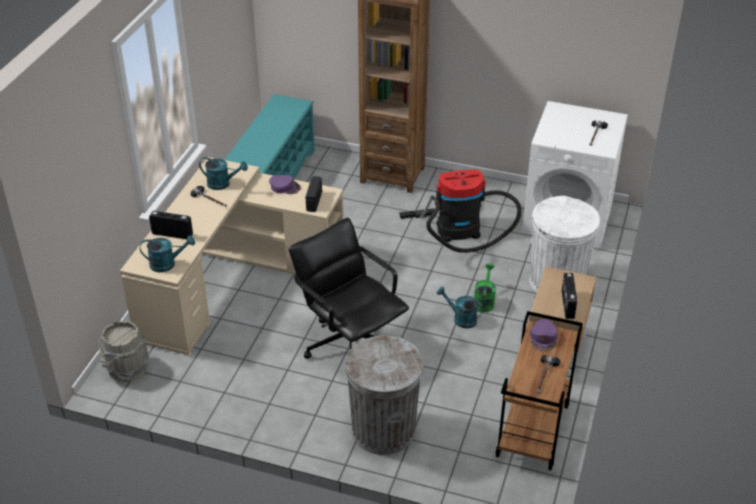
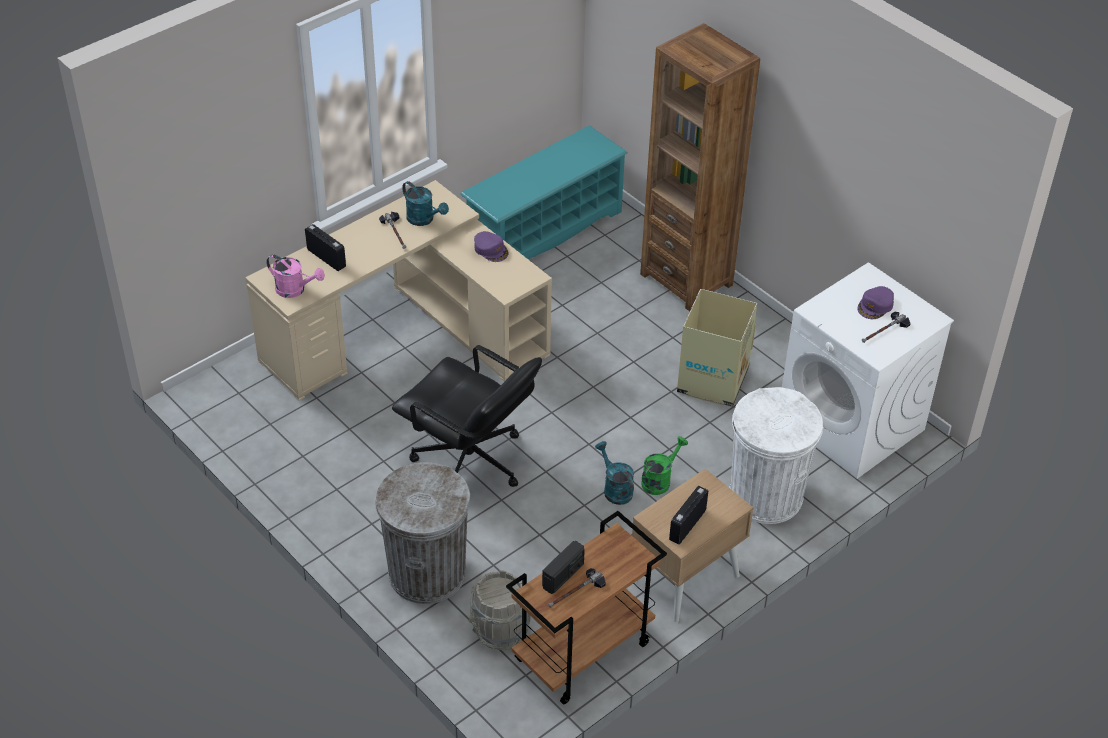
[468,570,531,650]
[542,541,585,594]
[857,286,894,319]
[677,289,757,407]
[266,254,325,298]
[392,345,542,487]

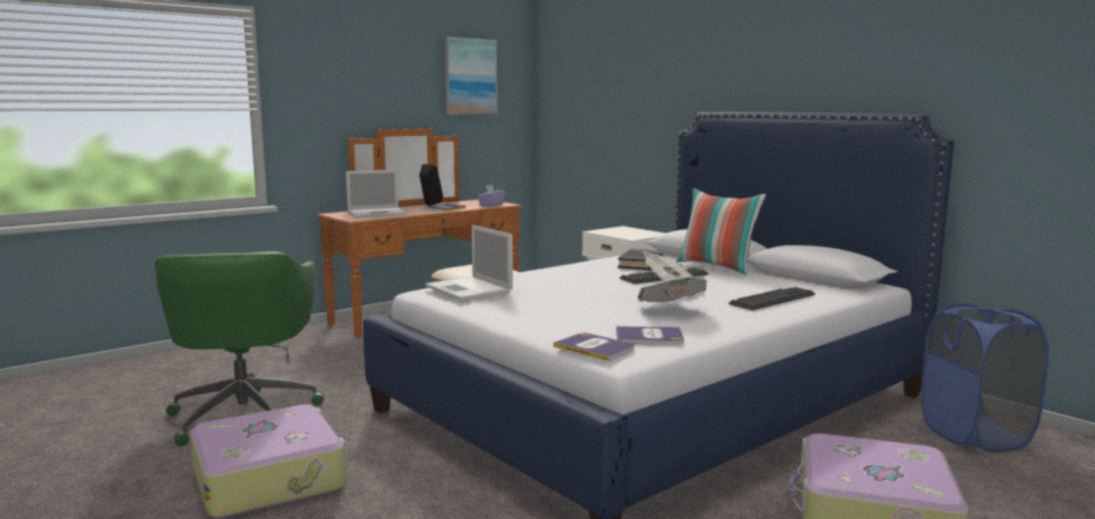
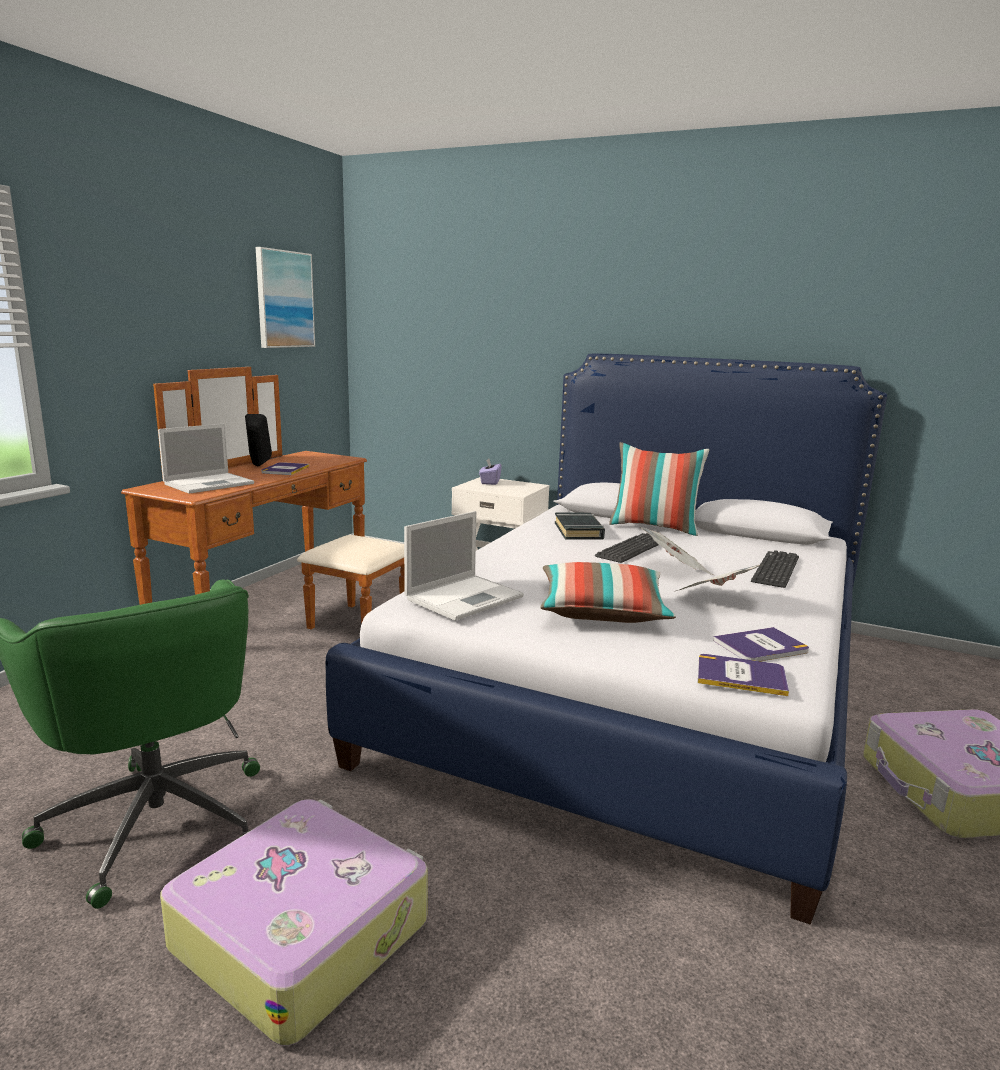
[921,303,1049,452] (first image)
[540,562,676,623]
[479,458,502,485]
[404,511,524,621]

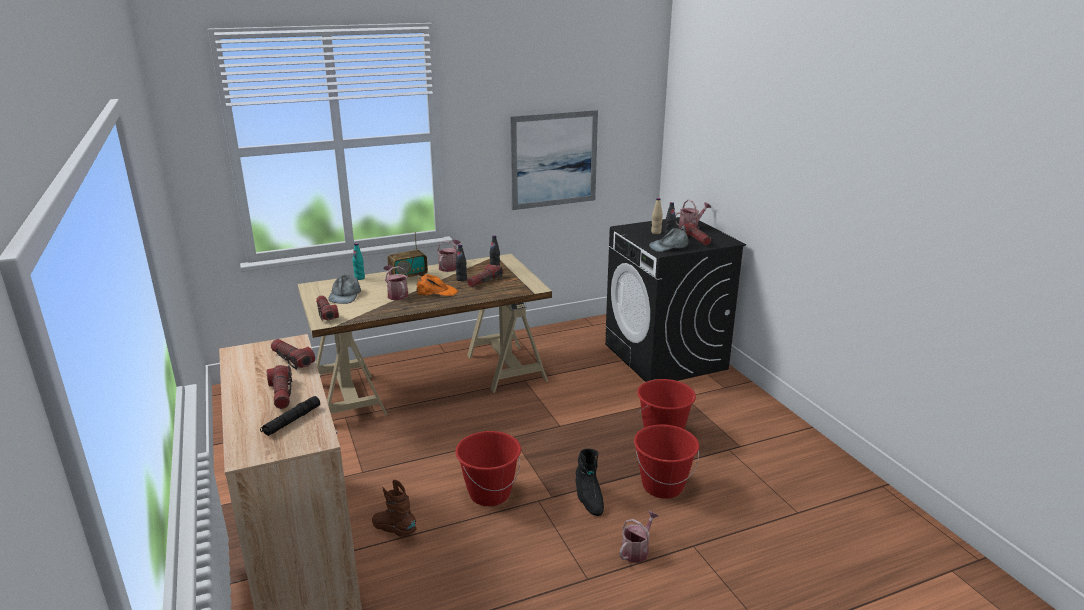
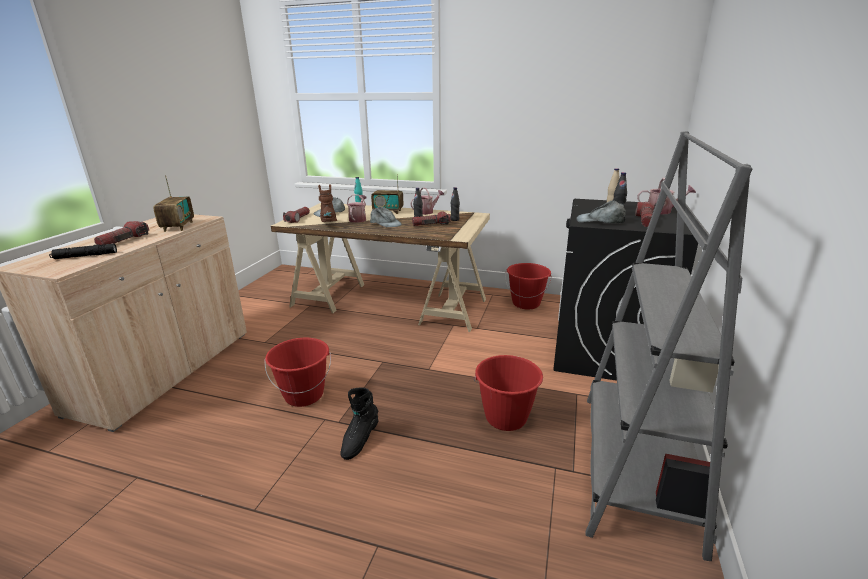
[510,110,598,210] (first image)
[620,511,659,563] (first image)
[585,131,752,561]
[318,184,337,222]
[505,263,552,309]
[154,175,194,232]
[370,207,402,227]

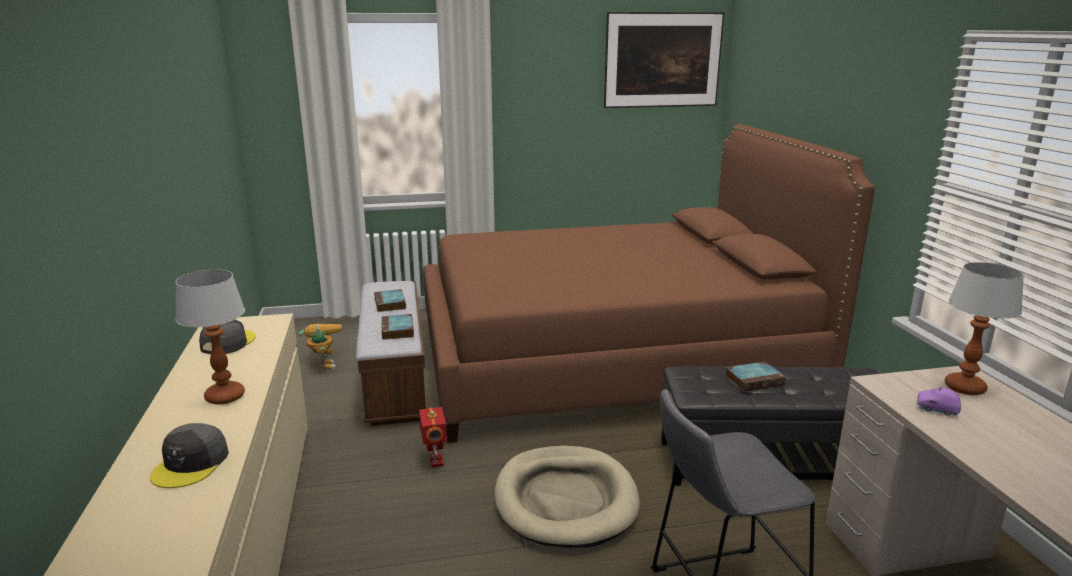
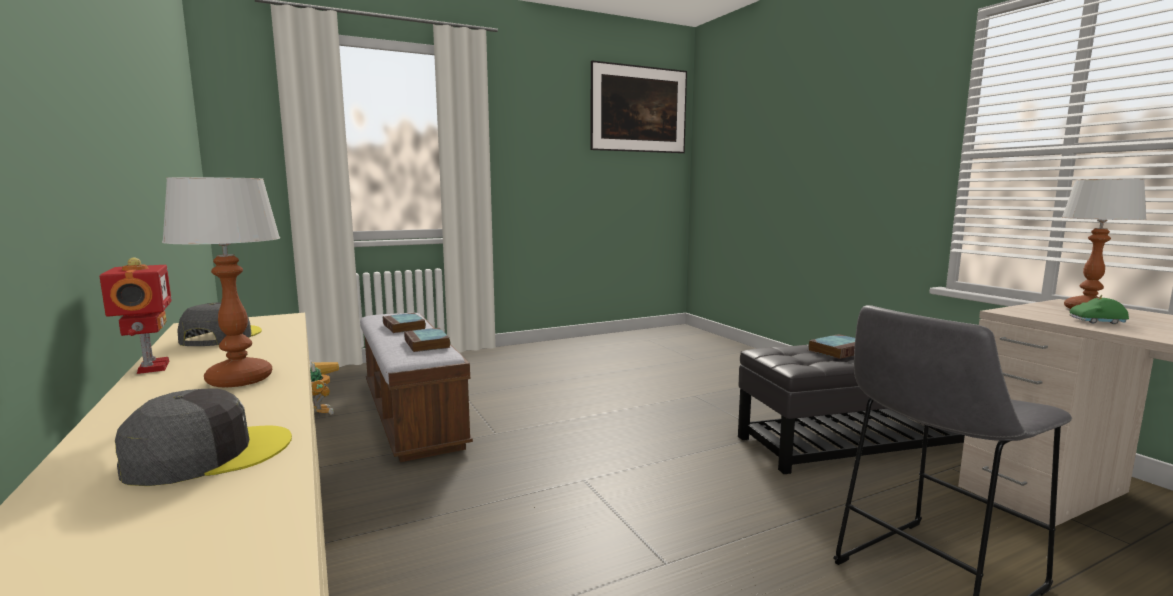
[423,124,875,443] (first image)
[494,446,640,548] (first image)
[99,257,172,374]
[1070,295,1129,324]
[115,388,292,486]

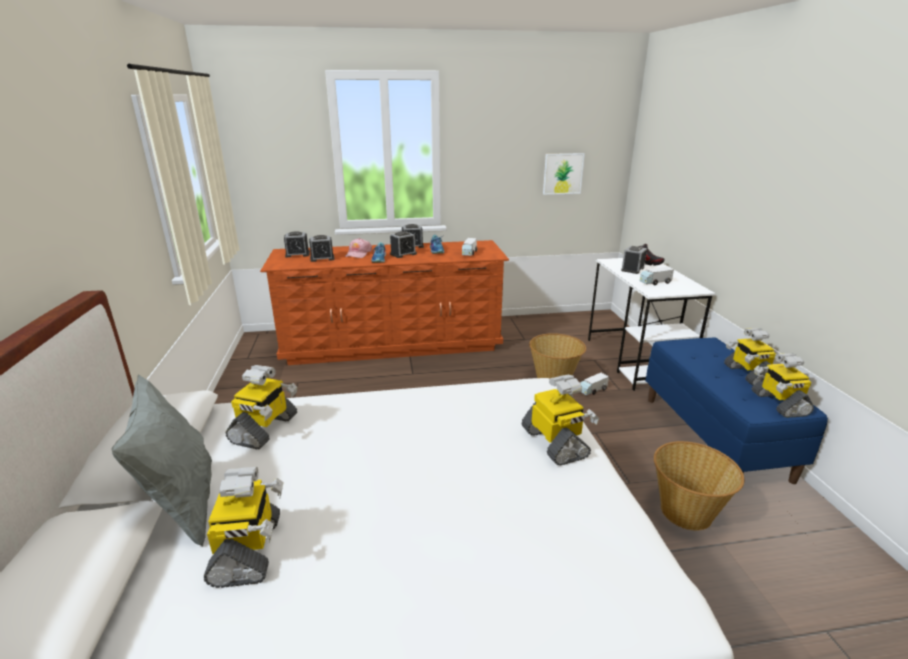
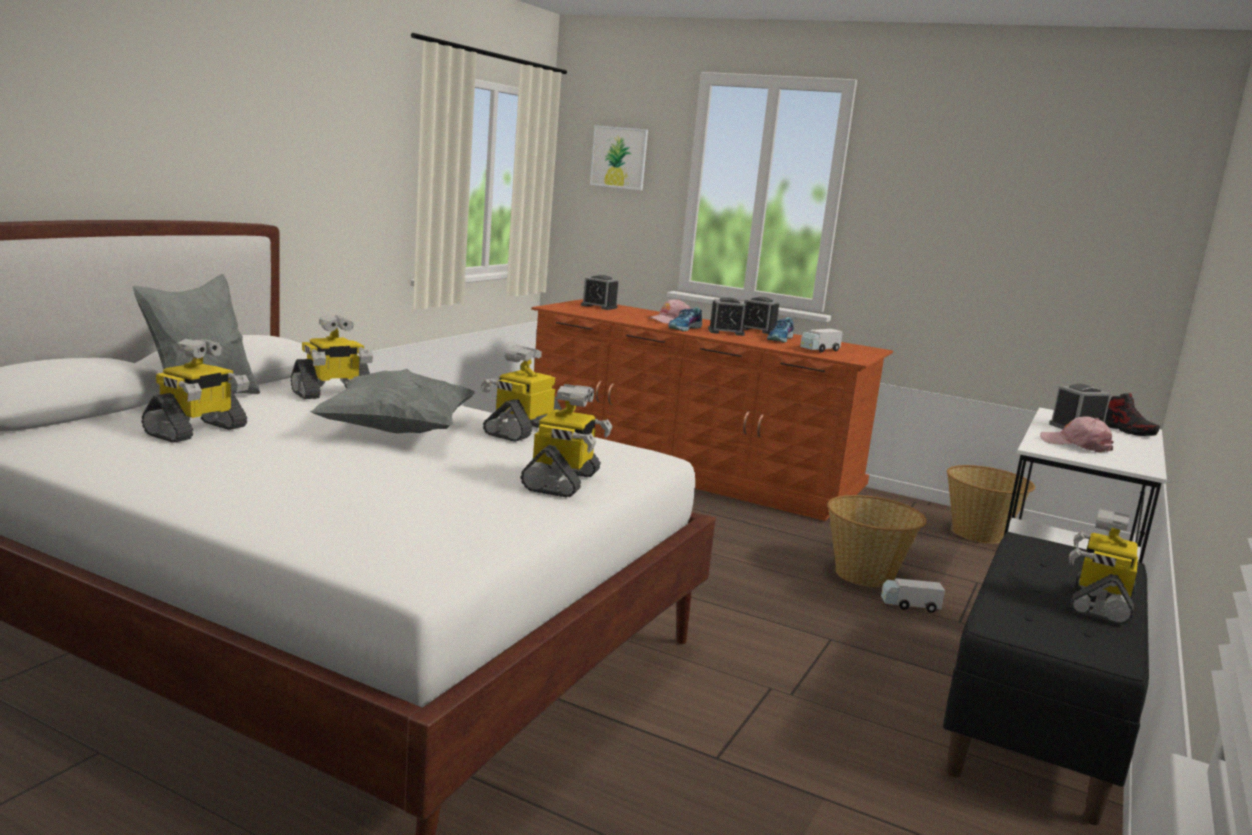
[309,235,335,262] (first image)
[310,369,475,433]
[590,125,648,190]
[947,465,1035,544]
[481,345,562,441]
[1040,417,1114,453]
[943,532,1149,825]

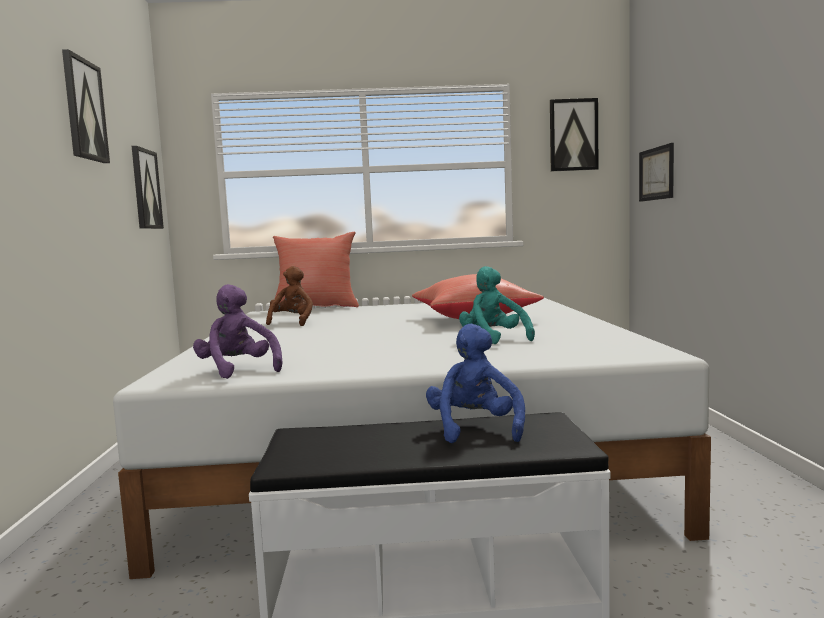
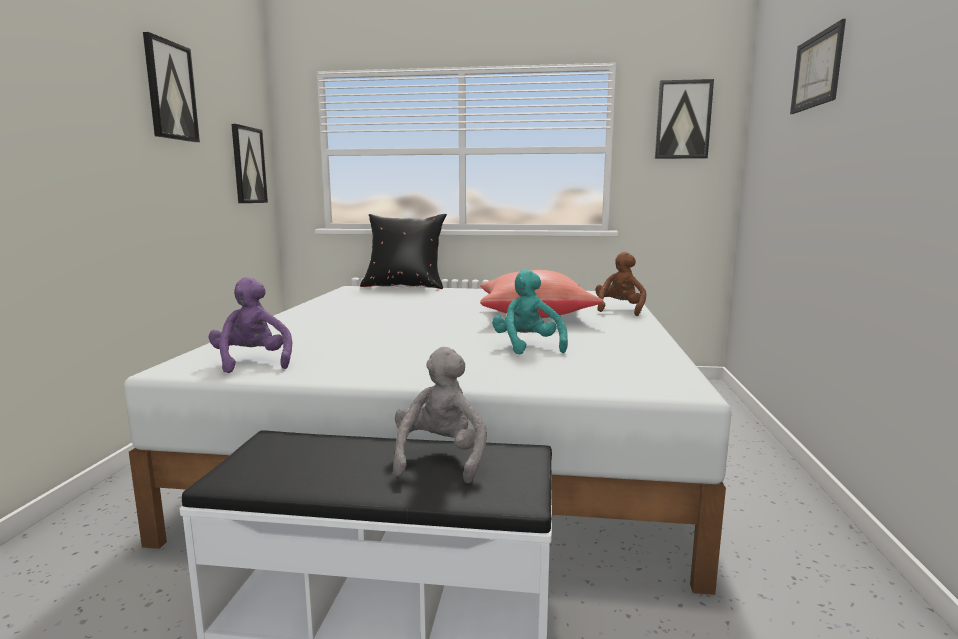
[595,252,646,316]
[790,19,846,114]
[360,214,447,289]
[393,347,487,484]

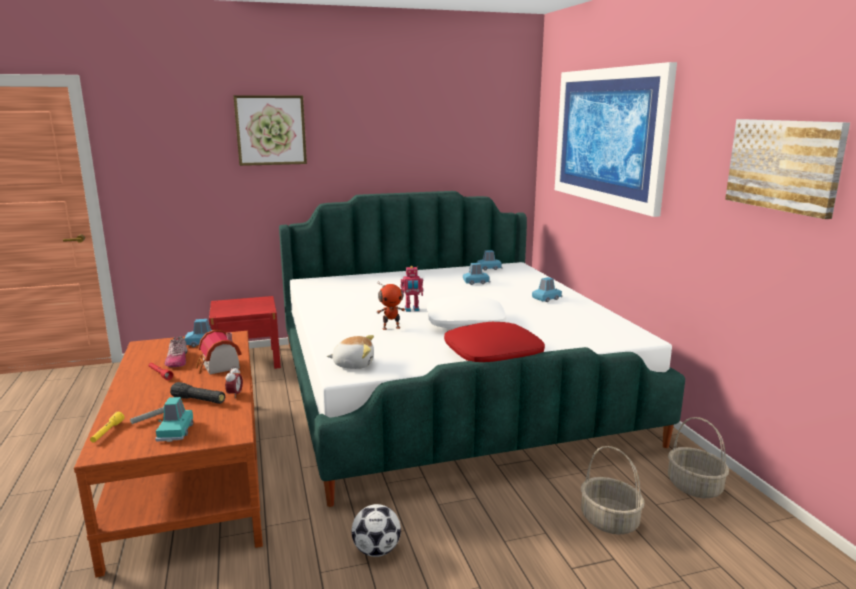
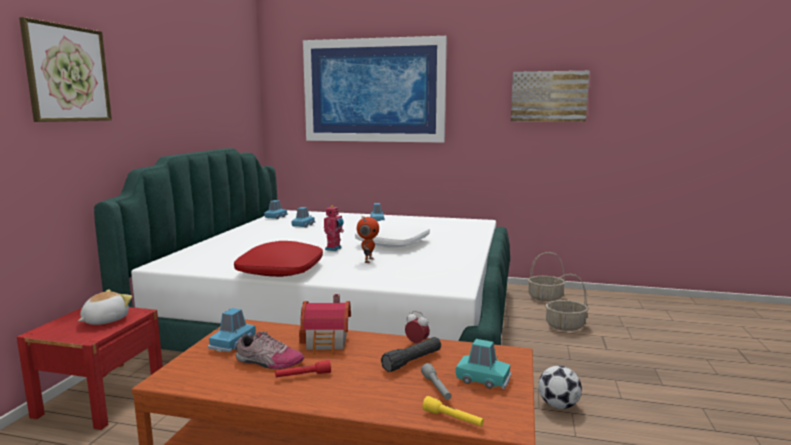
[78,289,132,325]
[234,241,323,277]

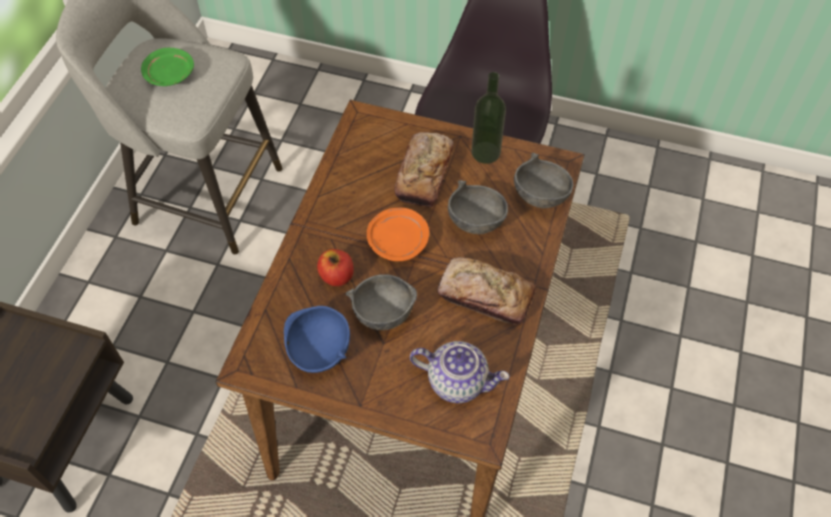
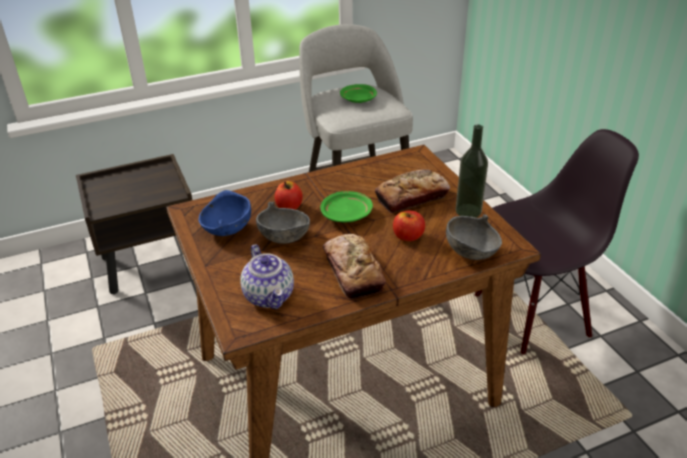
[393,211,425,241]
[320,191,373,222]

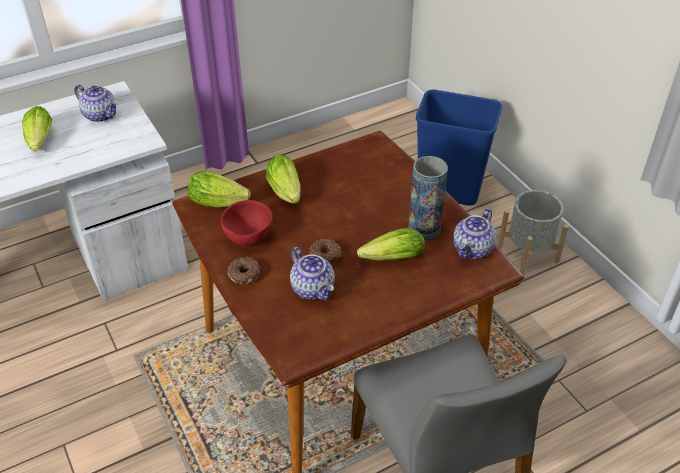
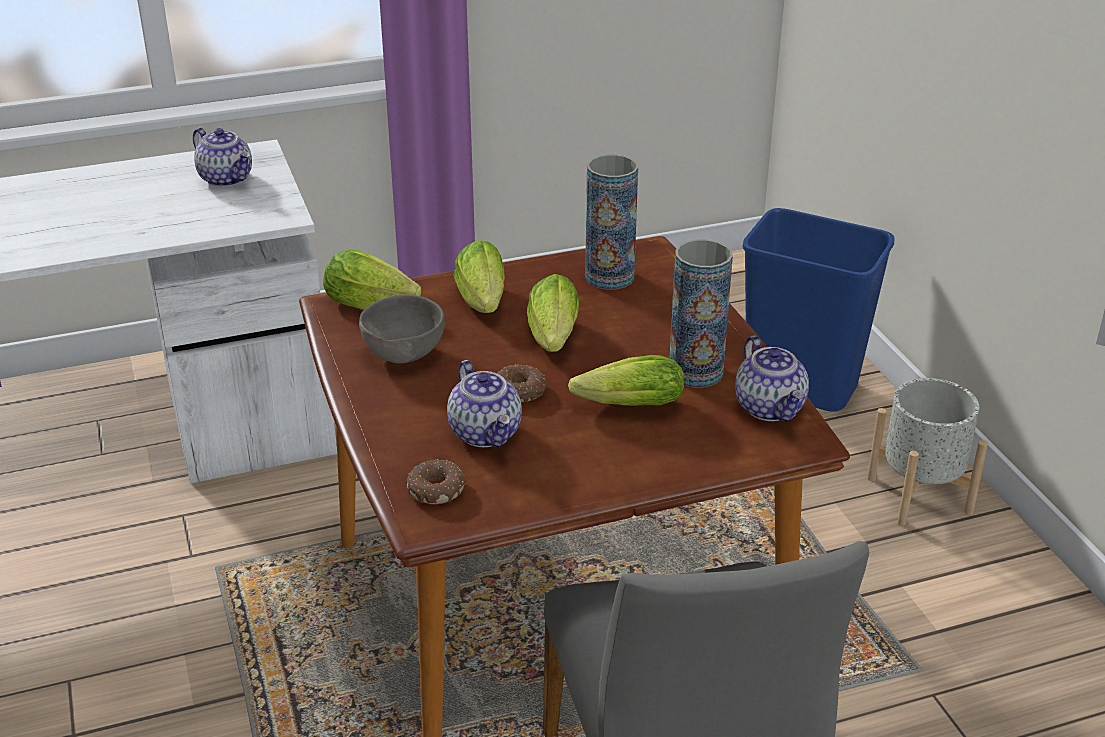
[585,154,638,290]
[527,274,579,352]
[406,459,466,504]
[359,295,445,363]
[735,336,809,422]

